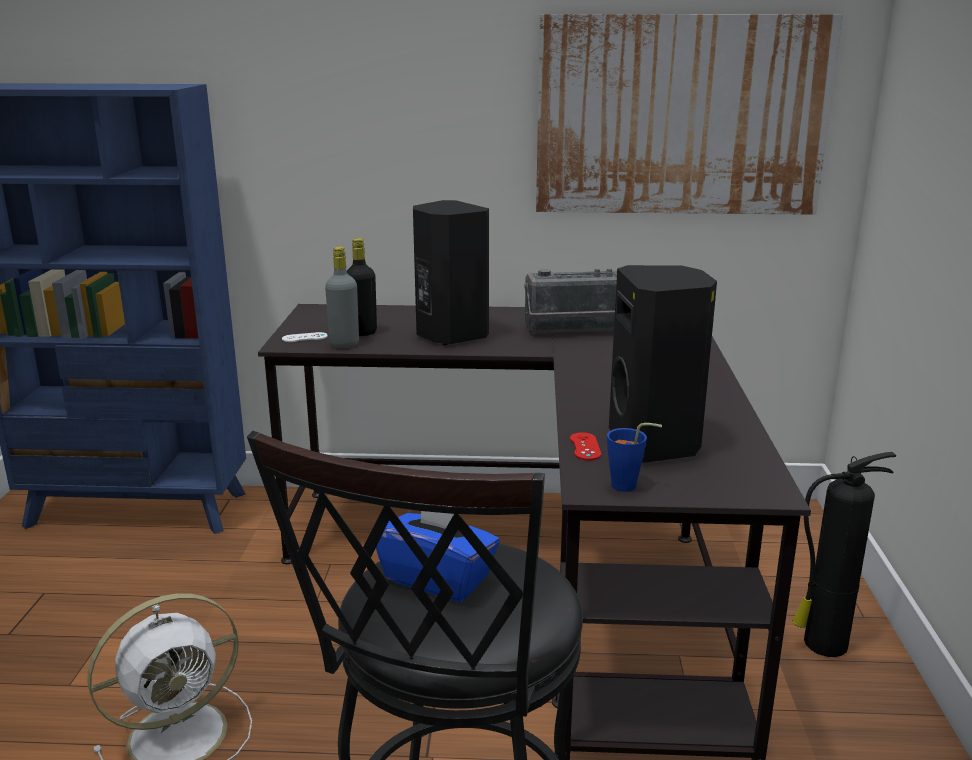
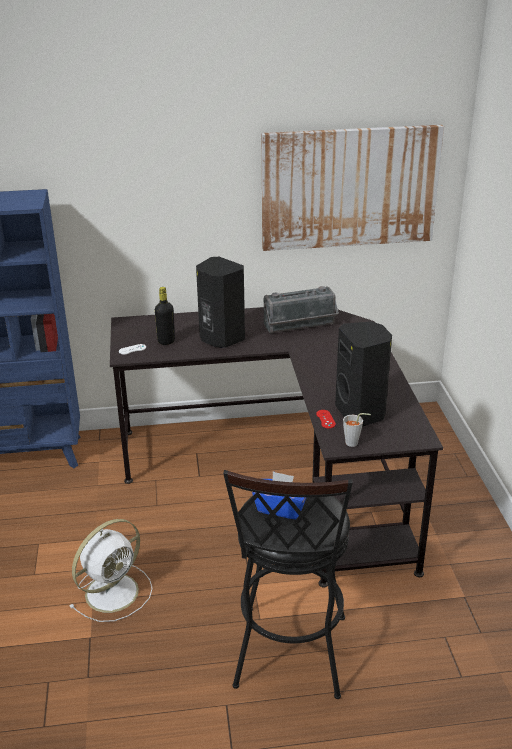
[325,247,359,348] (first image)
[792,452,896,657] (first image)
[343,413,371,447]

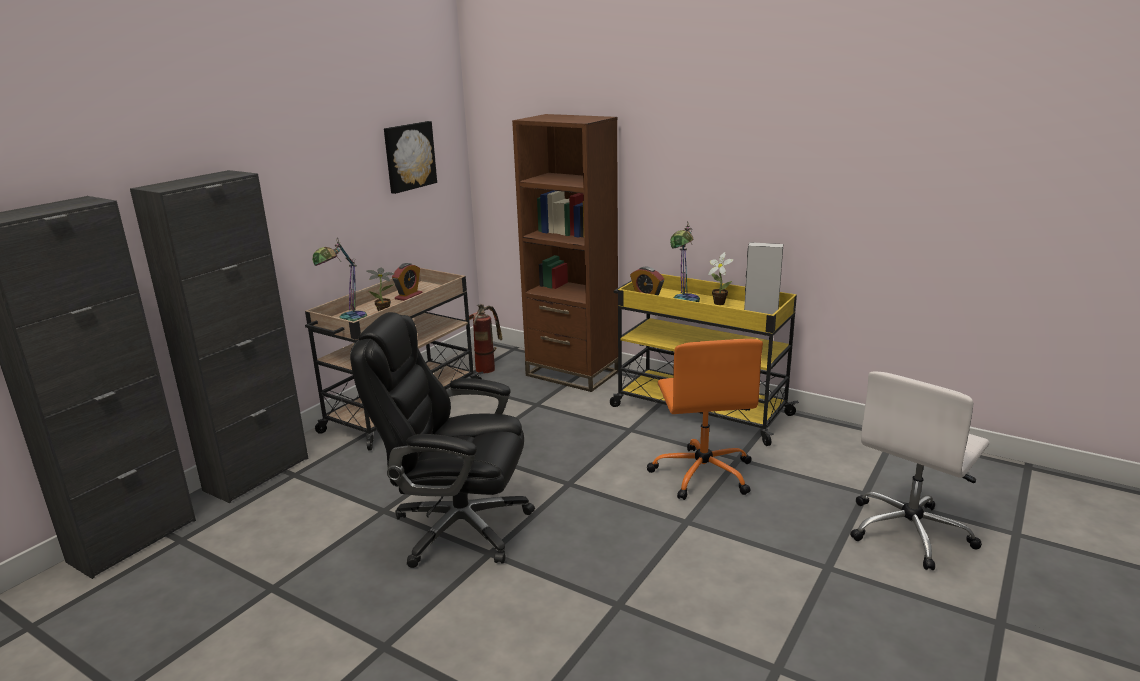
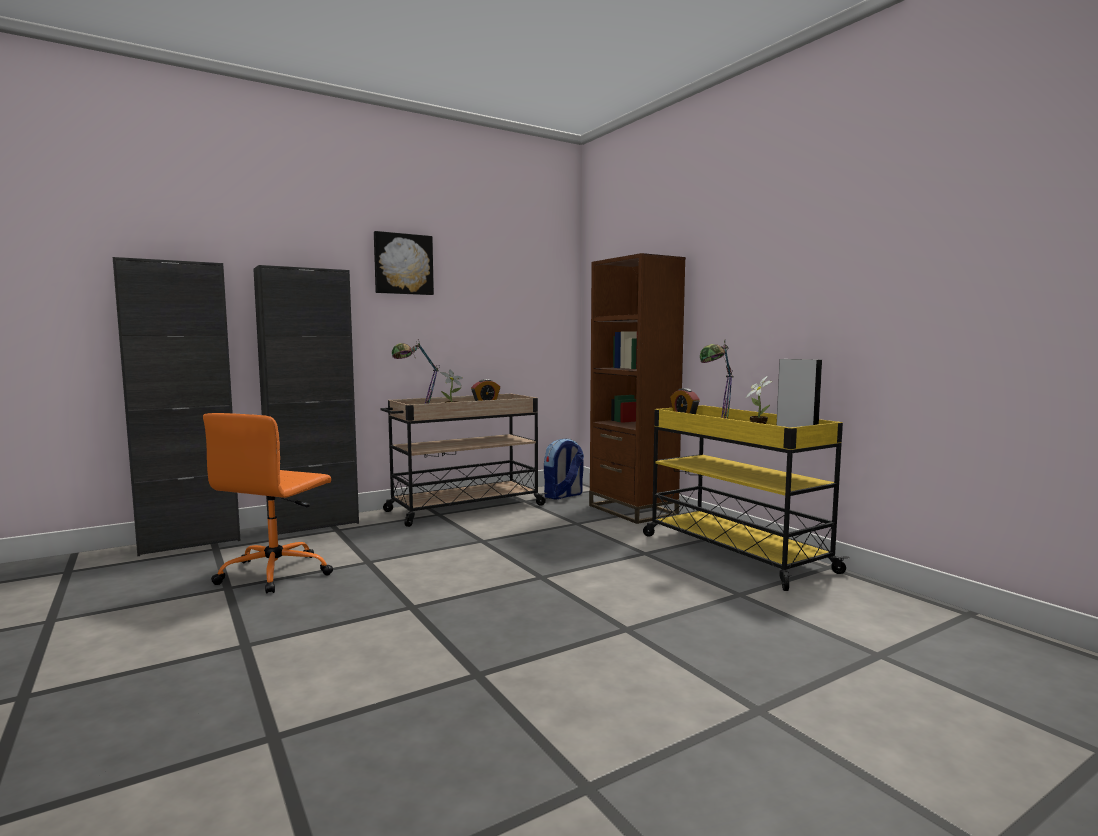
[350,312,535,568] (first image)
[850,372,989,570] (first image)
[374,231,434,295]
[203,413,333,594]
[544,438,584,499]

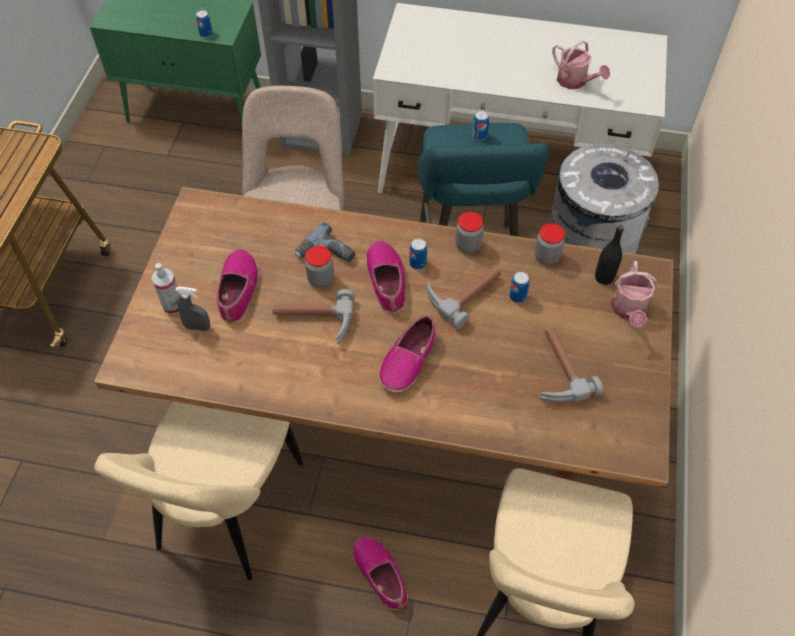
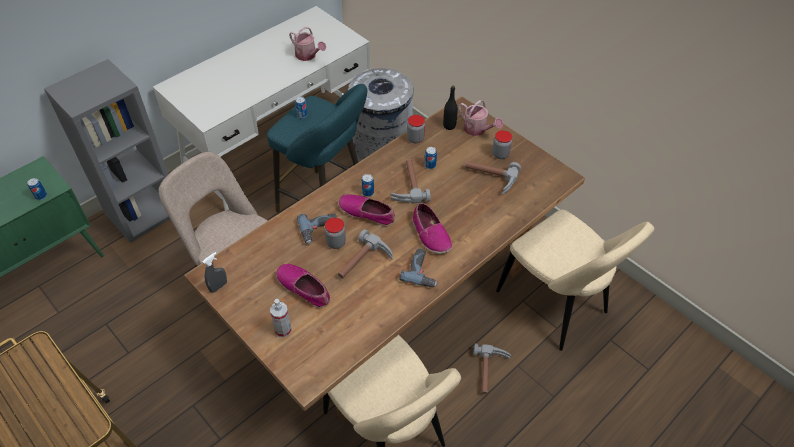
[399,249,438,288]
[203,252,227,293]
[492,130,512,159]
[473,344,511,394]
[289,27,326,61]

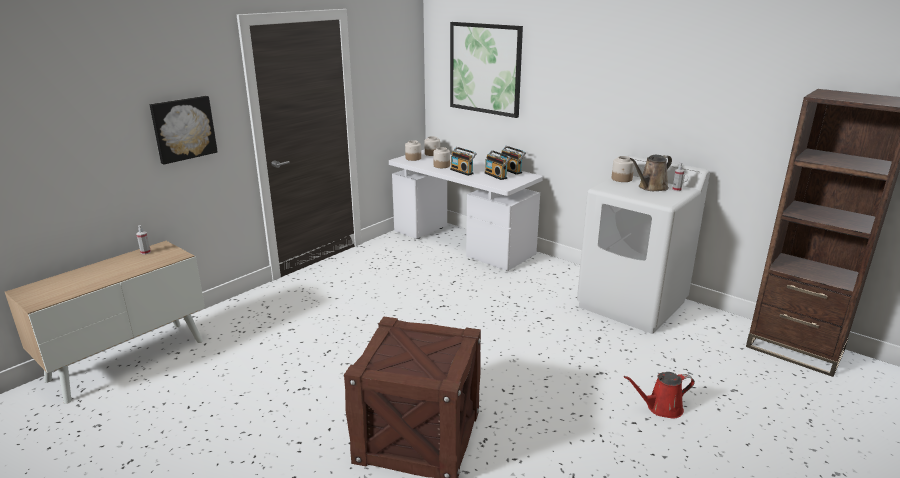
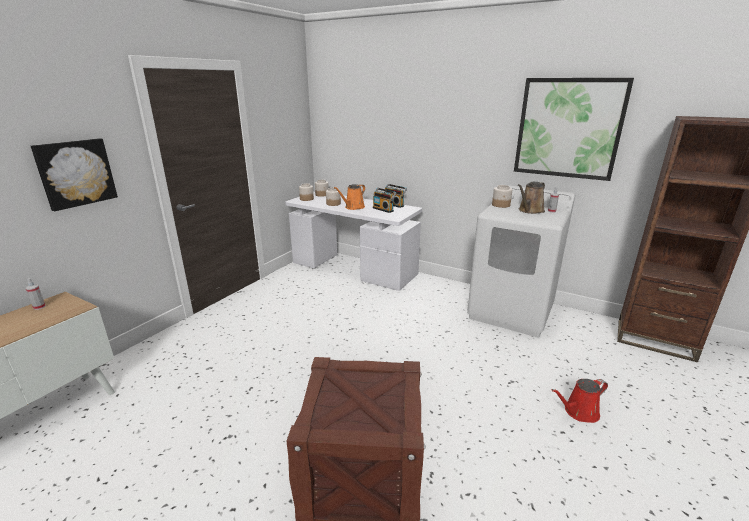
[514,78,634,181]
[334,184,365,210]

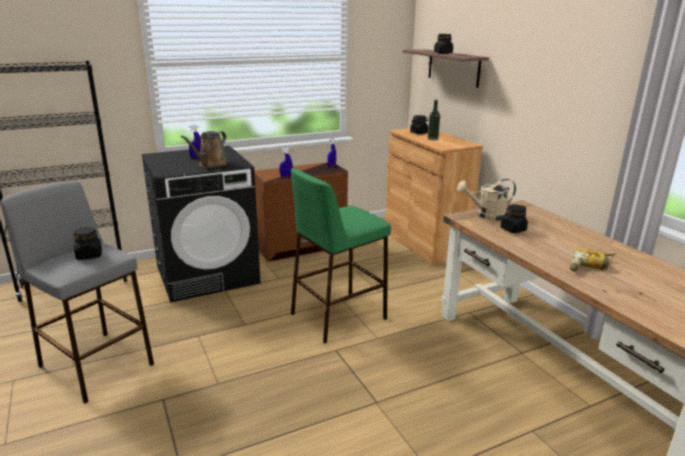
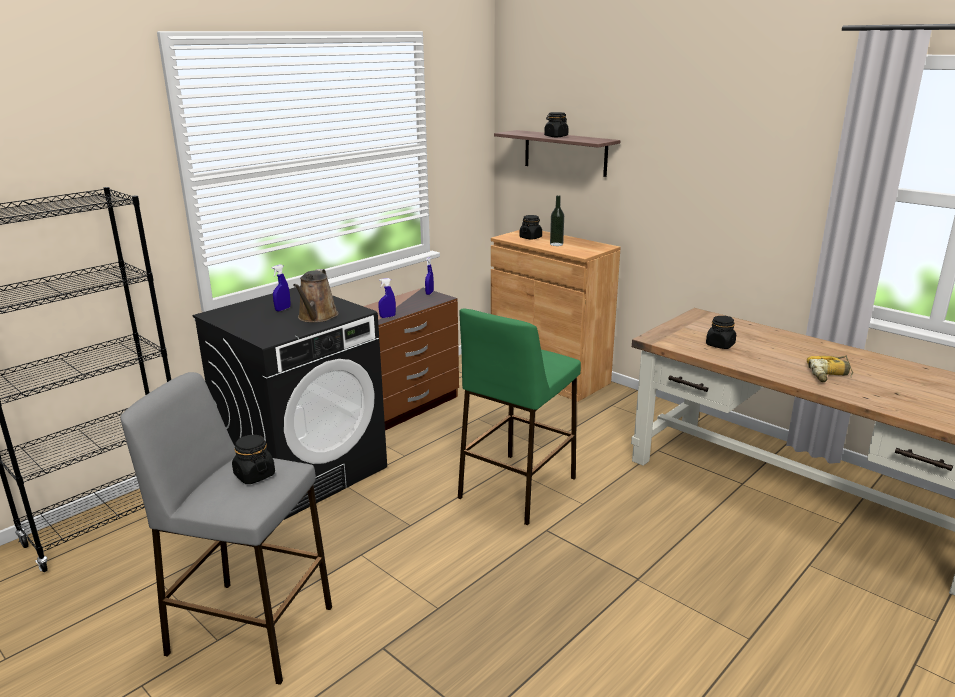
[457,179,516,221] (first image)

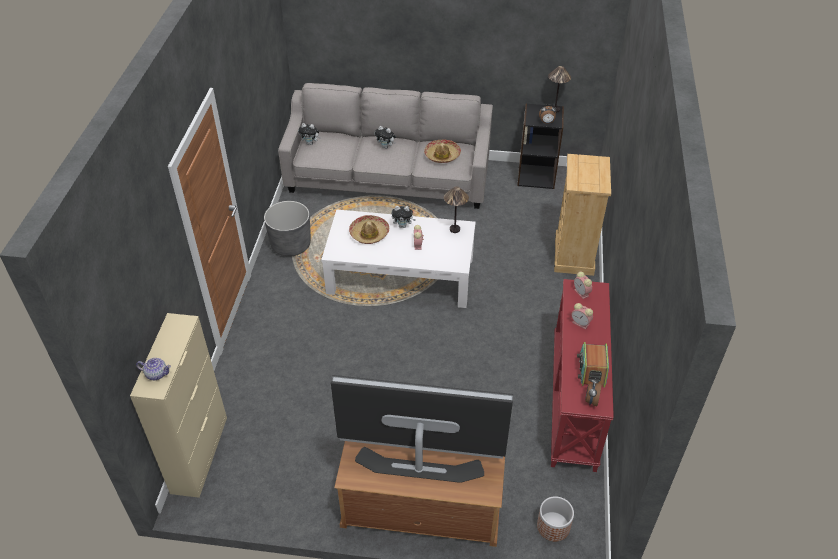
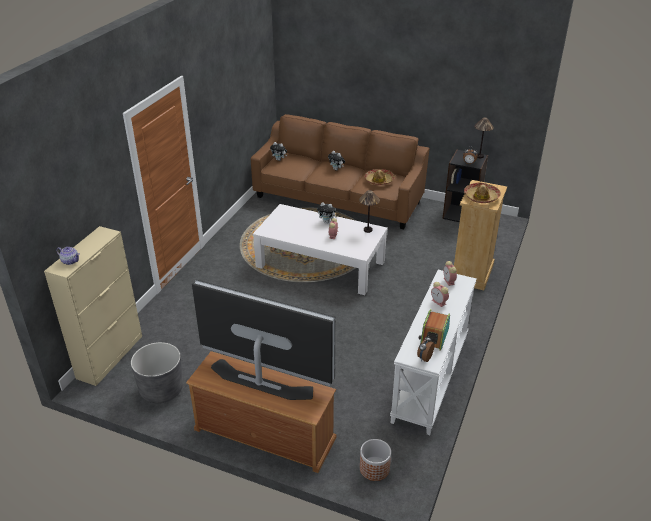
[131,342,183,403]
[464,183,501,203]
[251,114,430,229]
[390,270,476,435]

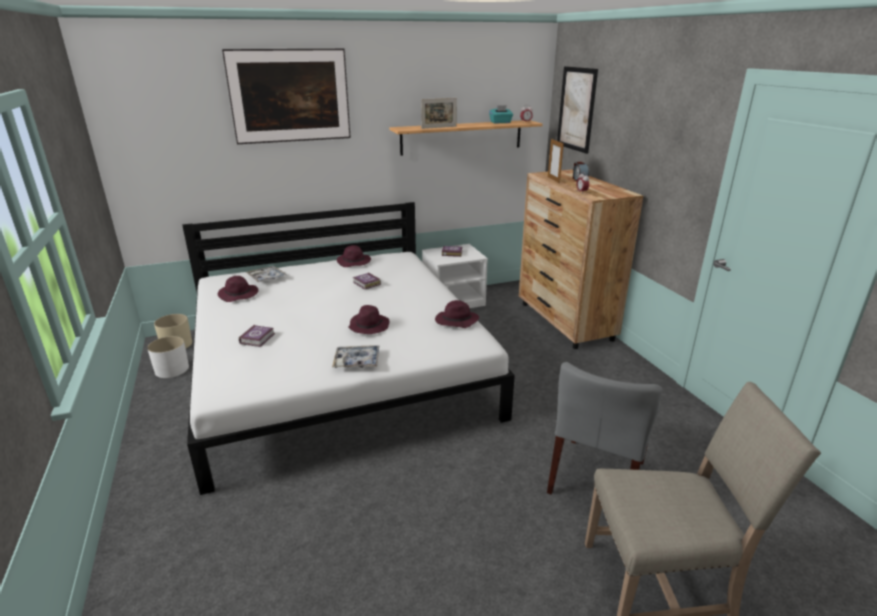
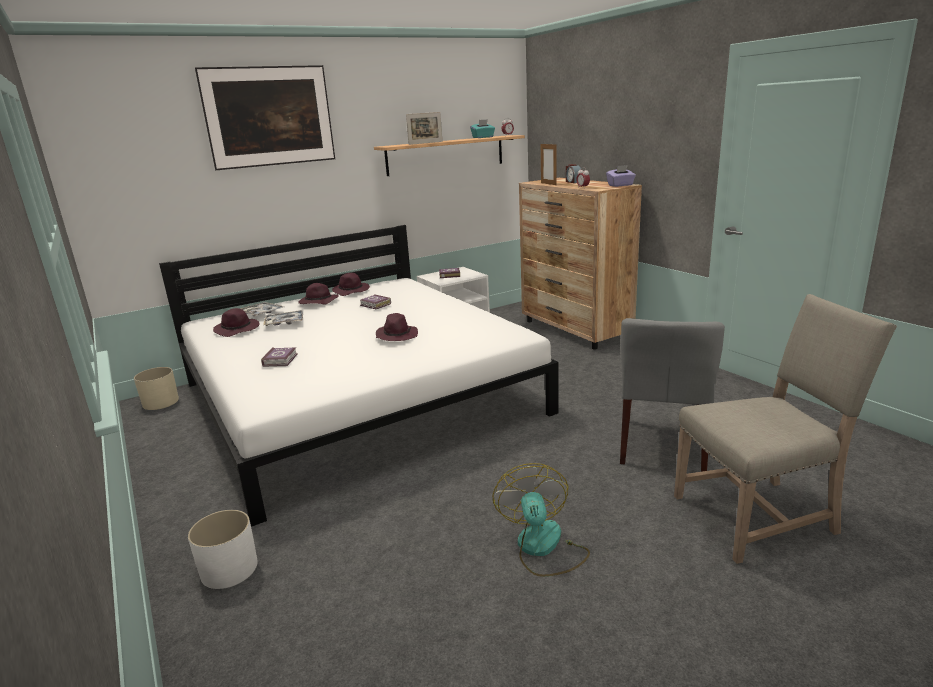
[557,66,598,154] (first image)
[492,463,590,577]
[606,165,636,187]
[188,510,258,589]
[263,310,303,326]
[298,283,339,305]

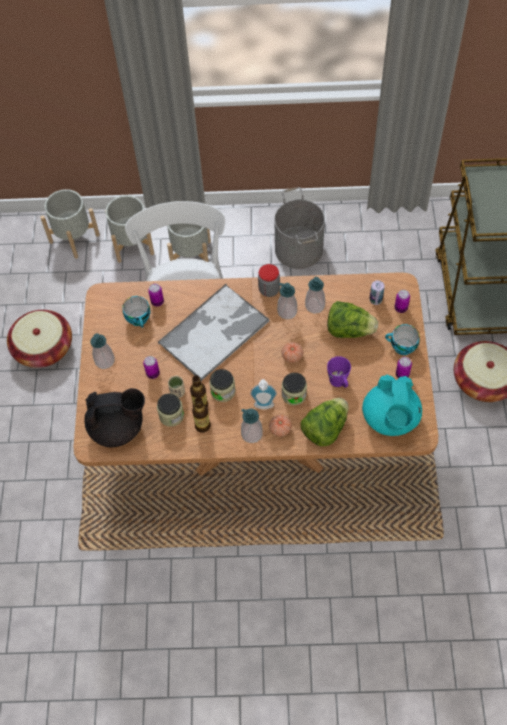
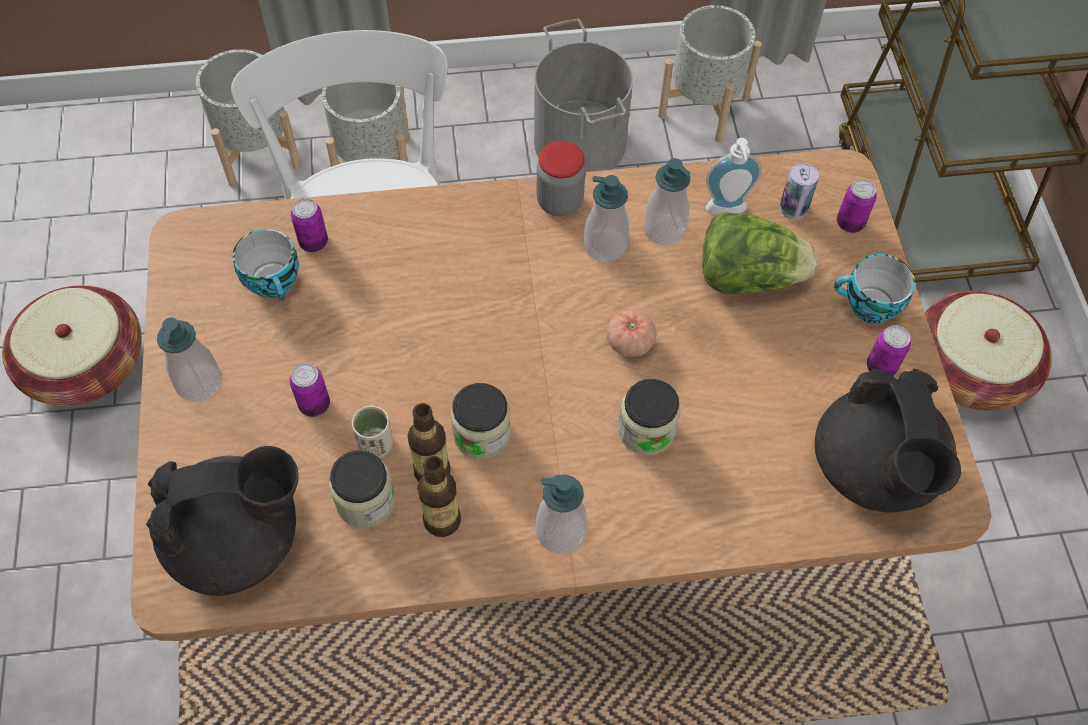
[158,284,270,382] (first image)
[269,415,292,437] (first image)
[301,398,349,446] (first image)
[327,356,351,388] (first image)
[658,5,762,143]
[706,138,762,215]
[815,369,961,513]

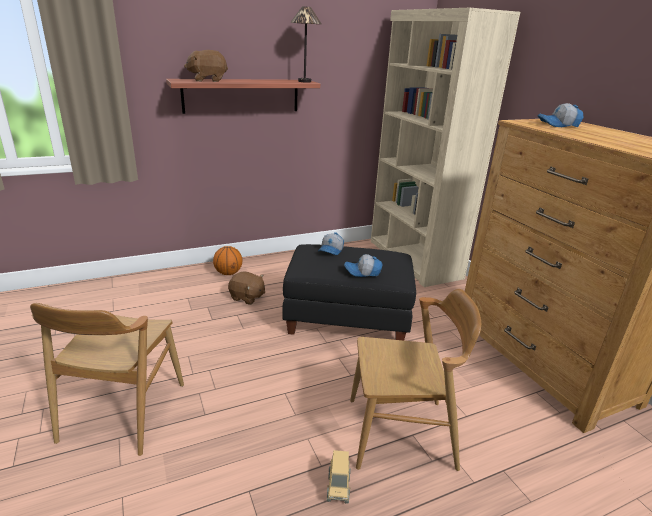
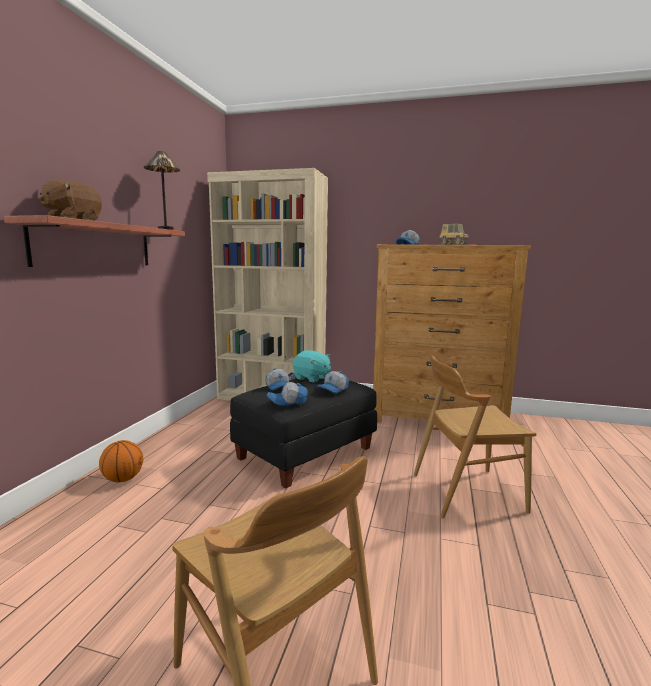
[228,271,265,305] (first image)
[267,382,308,406]
[293,351,331,383]
[439,224,468,245]
[414,355,536,518]

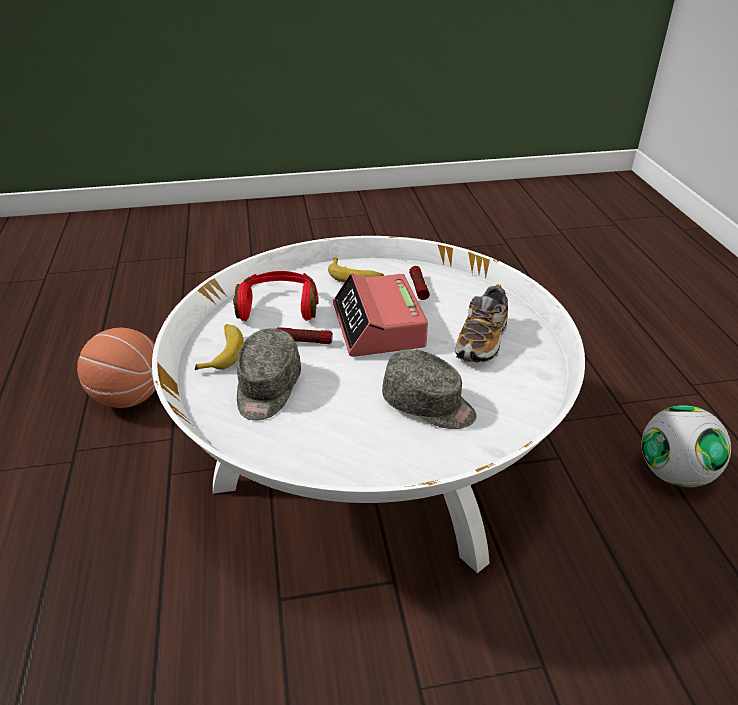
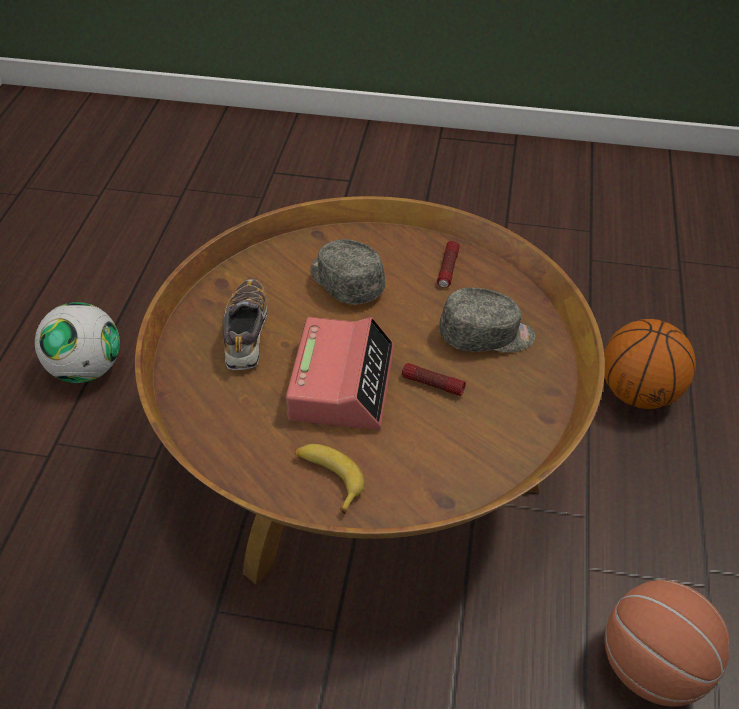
[195,324,244,370] (first image)
[233,271,319,321] (first image)
[604,319,696,409]
[437,241,460,288]
[135,196,605,584]
[439,288,535,353]
[222,279,267,370]

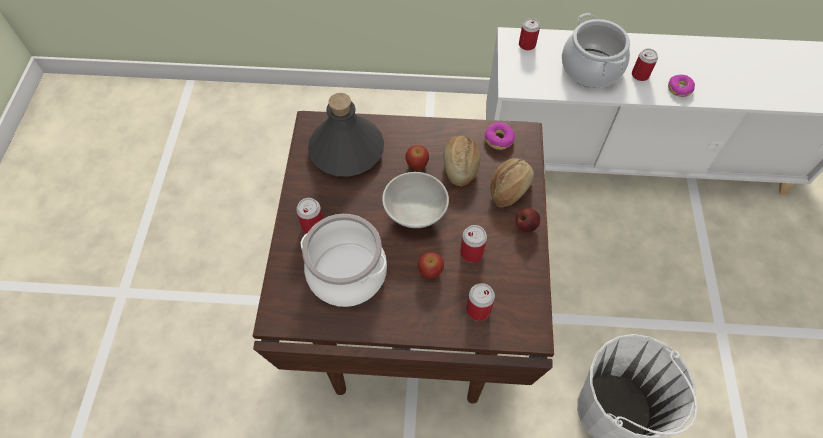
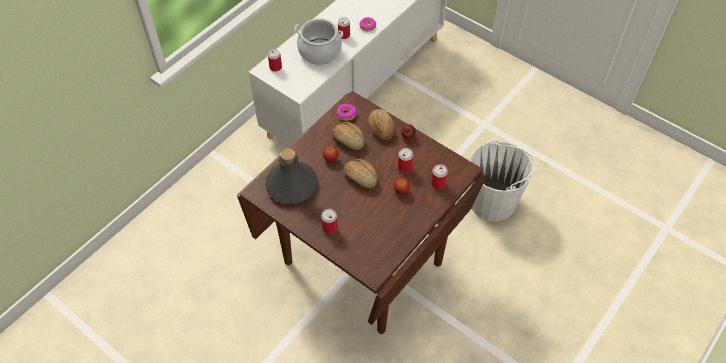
[301,214,387,307] (first image)
[344,159,378,188]

